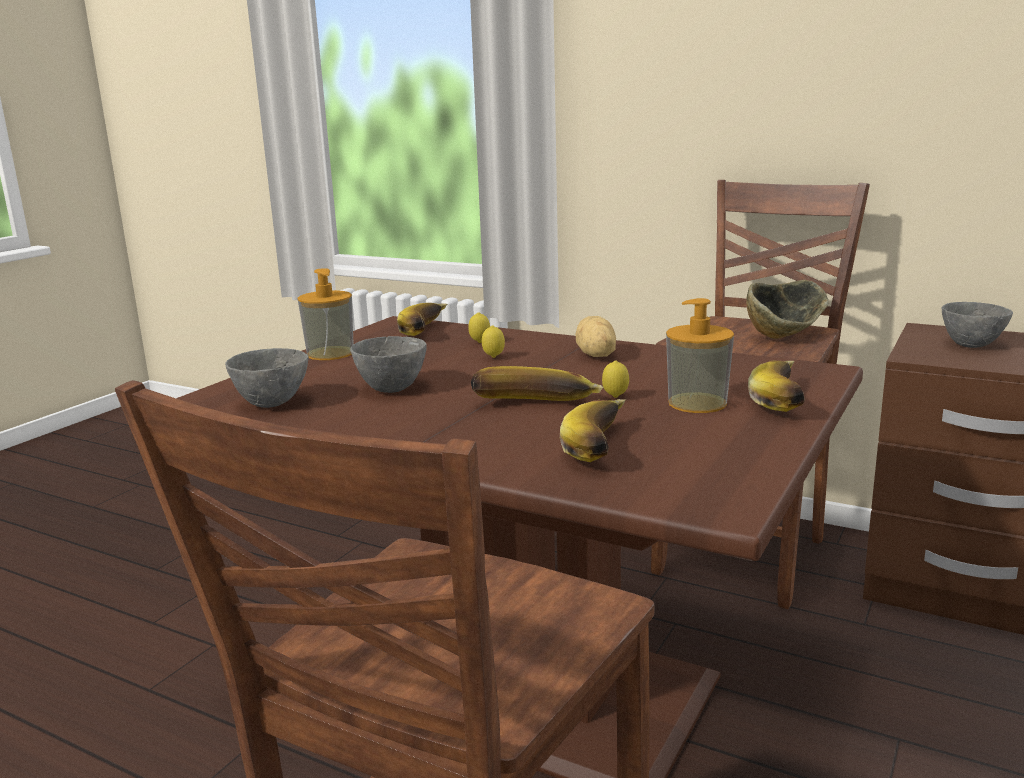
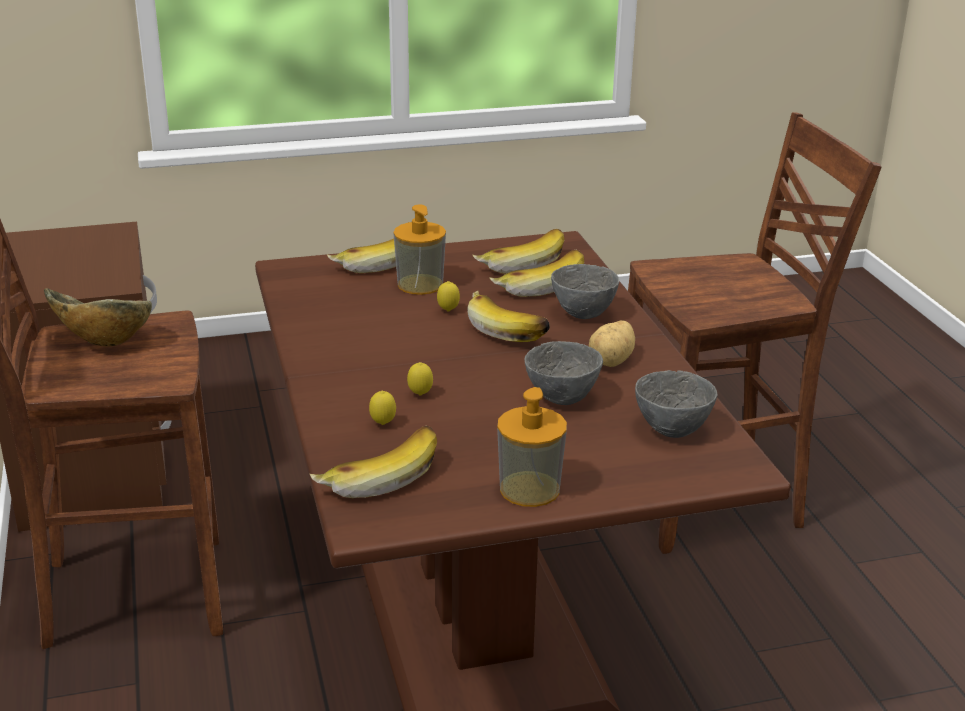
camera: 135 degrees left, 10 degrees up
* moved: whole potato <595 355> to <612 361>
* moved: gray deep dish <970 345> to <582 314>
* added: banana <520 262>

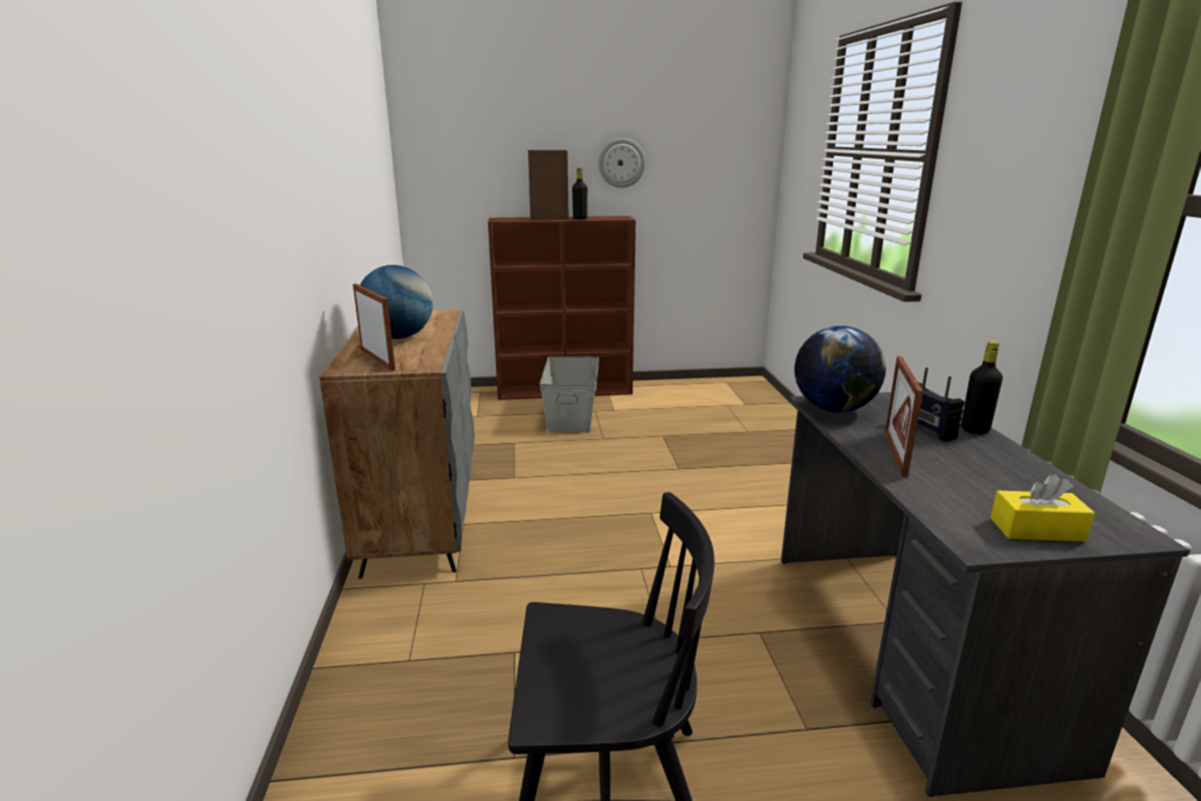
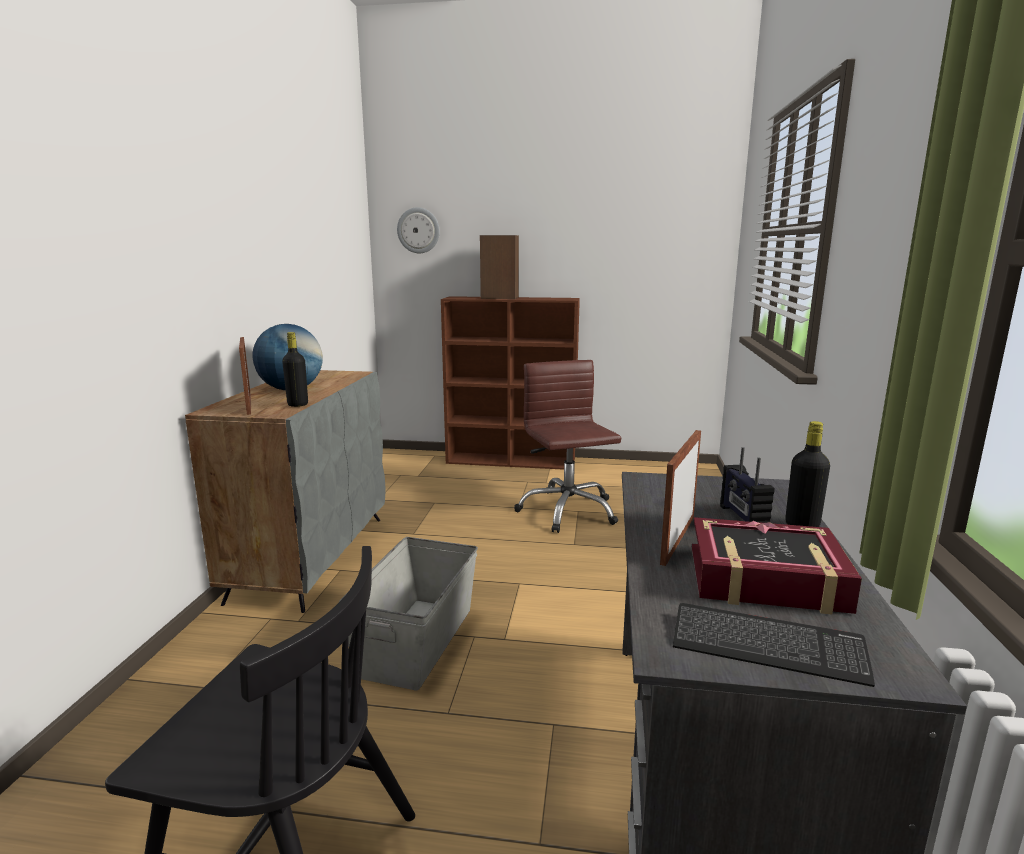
camera: 15 degrees right, 5 degrees down
* moved: gray storage bin <572 415> to <418 640>
* moved: black drink bottle <580 218> to <297 404>
* moved: hanging clock <621 163> to <418 230>
* removed: globe <833 409>
* replaced: yellowish tissue holder <1036 529> to computer keyboard <767 646>
* added: brown-coloured office chair <567 511>
* added: book <765 579>

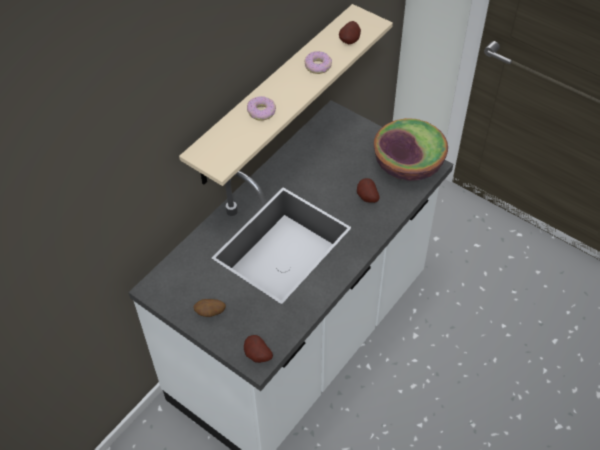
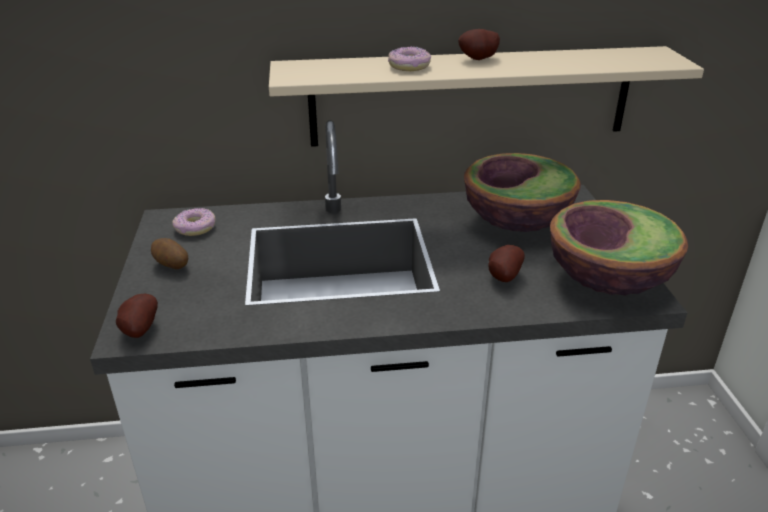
camera: 45 degrees right, 20 degrees down
* moved: ring doughnut <318 66> to <195 228>
* moved: whole potato <350 41> to <479 59>
* added: deep dish <517 220>

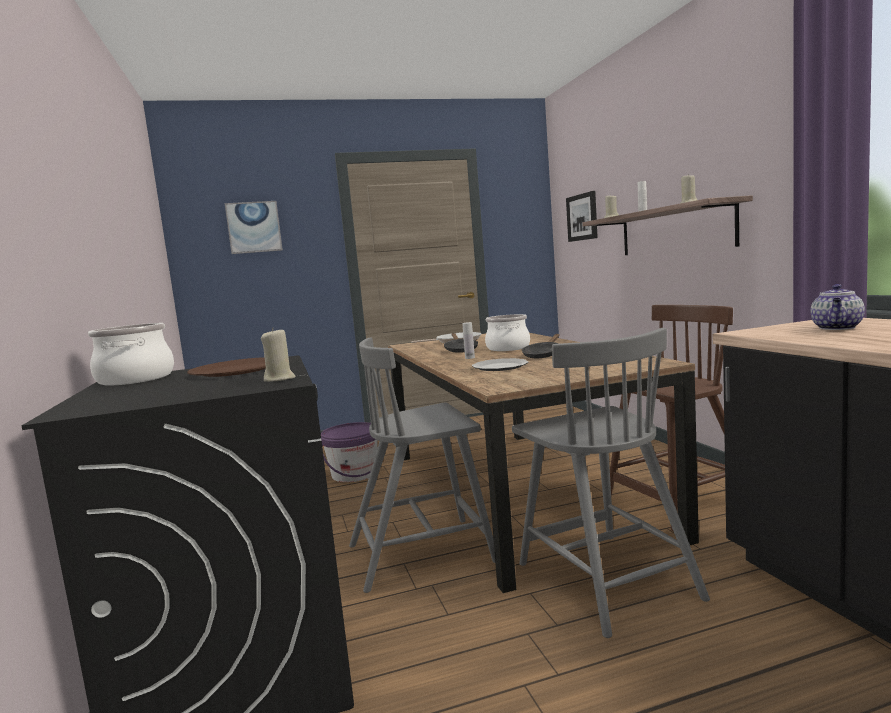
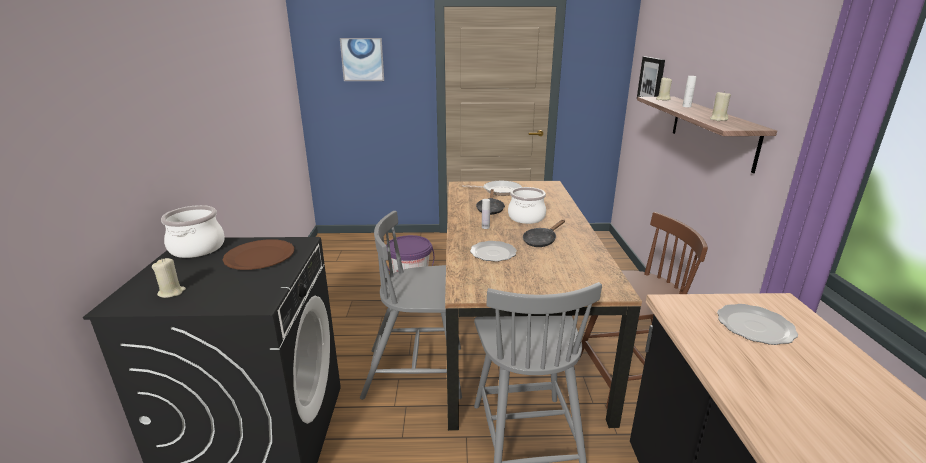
camera: 15 degrees right, 15 degrees up
* moved: sand-coloured wax candle <279 379> to <172 292>
* replaced: teapot <837 328> to flat dish <755 327>

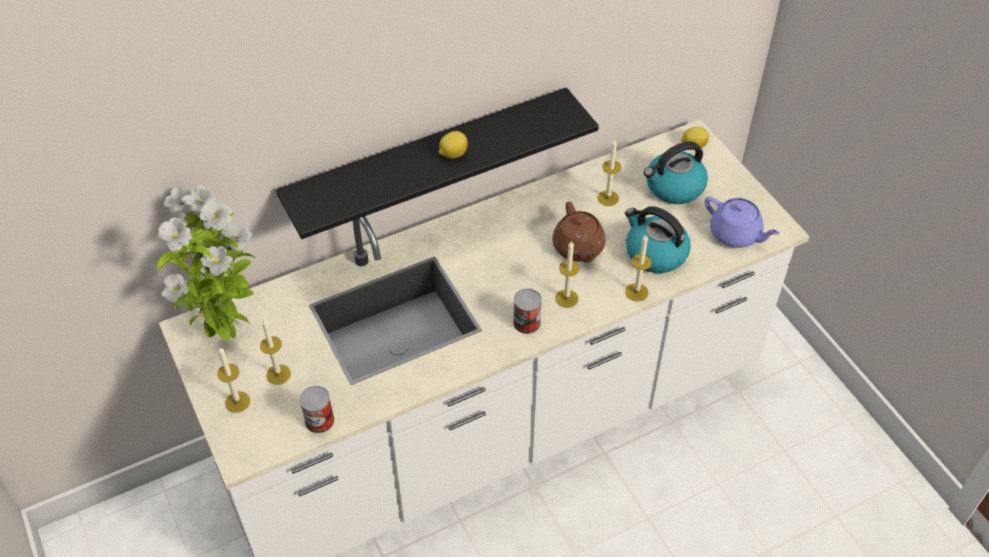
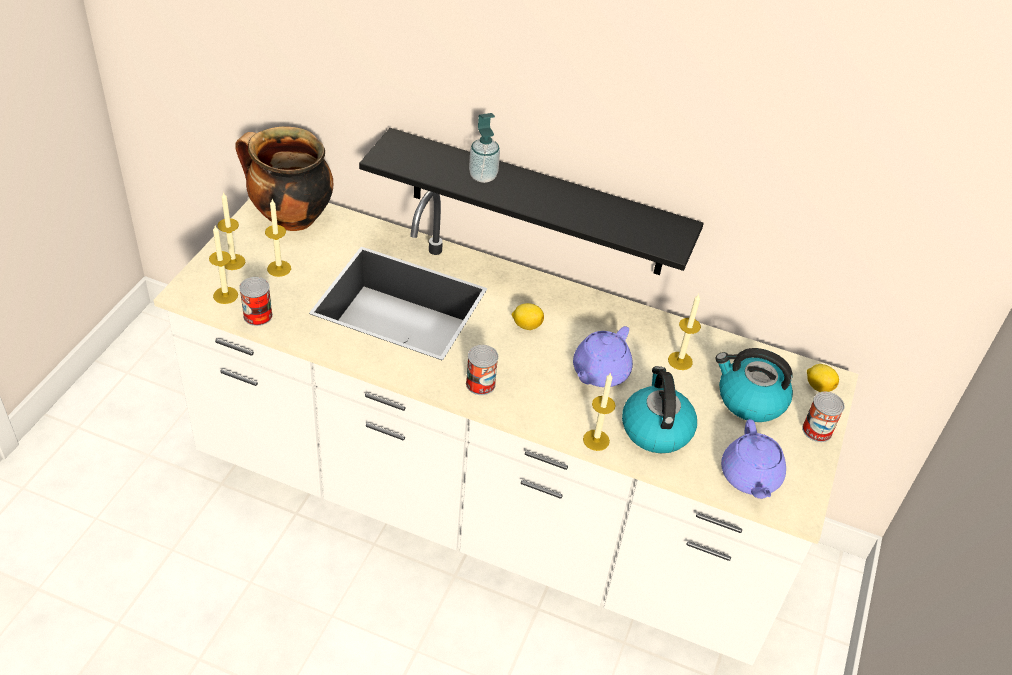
camera: 45 degrees right, 5 degrees down
* replaced: potted plant <225 332> to stockpot <290 218>
* moved: whole lemon <452 154> to <526 325>
* recoloured: brown-coloured teapot <578 248> to purple teapot <599 372>
* moved: wax candle <566 298> to <225 295>
* added: soap dispenser <483 176>
* added: can <817 430>

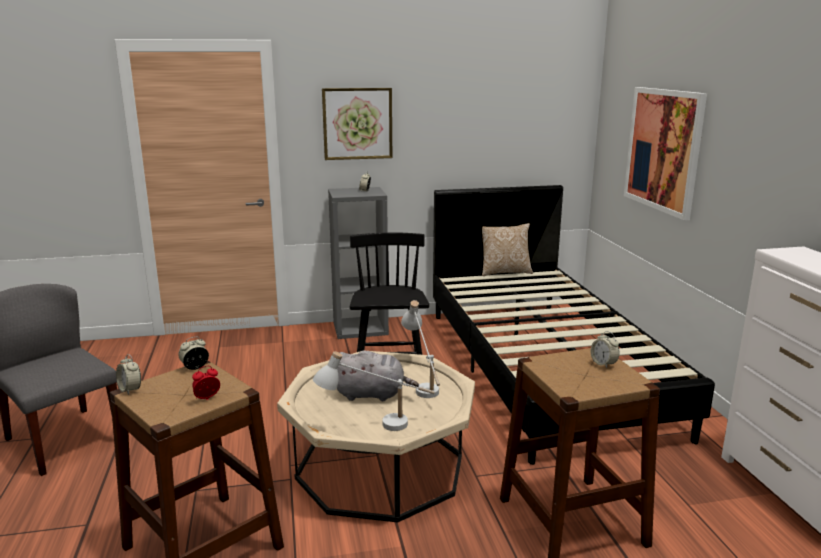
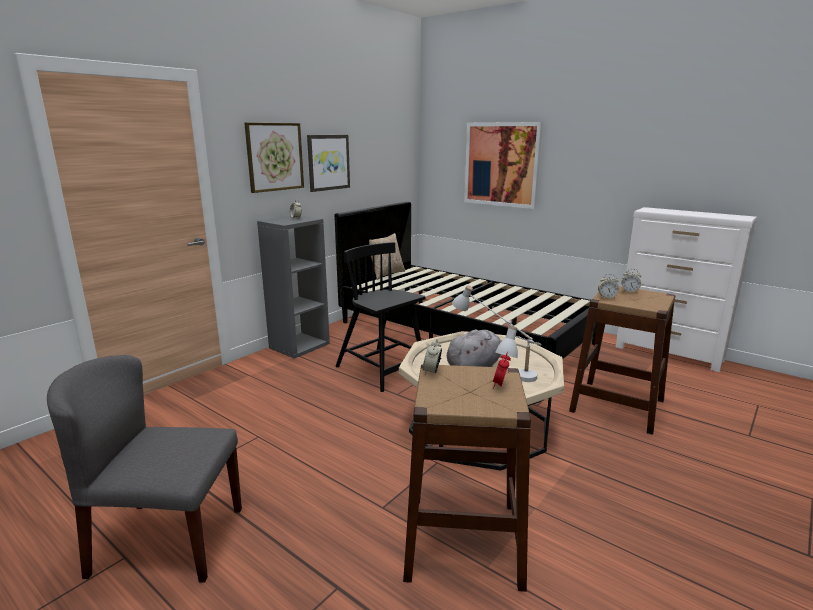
camera: 40 degrees left, 0 degrees up
* moved: alarm clock <130 390> to <607 297>
* added: picture <328 162>

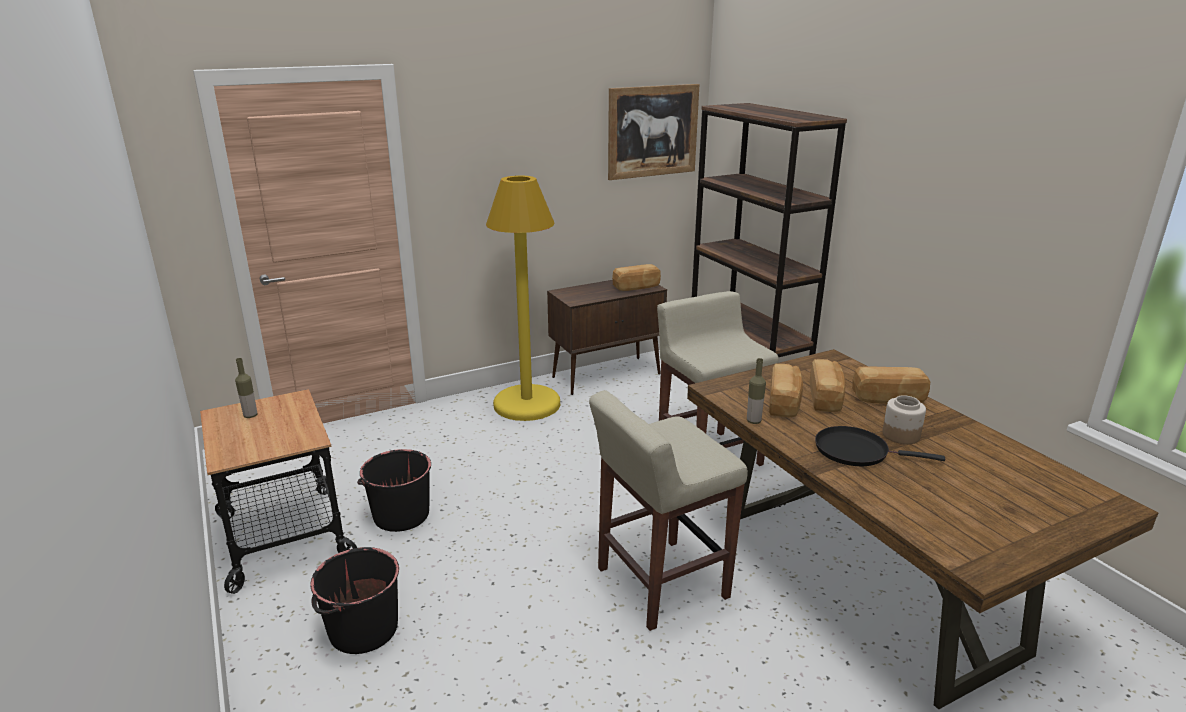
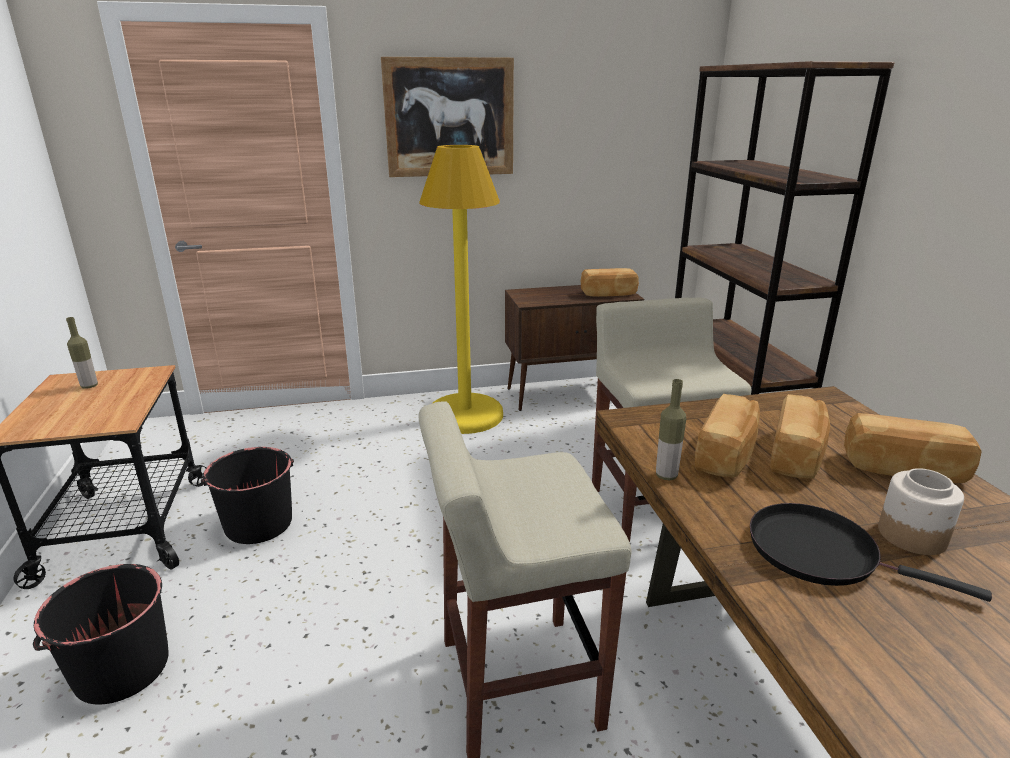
camera: 15 degrees right, 0 degrees up
* moved: picture <652 131> to <449 118>

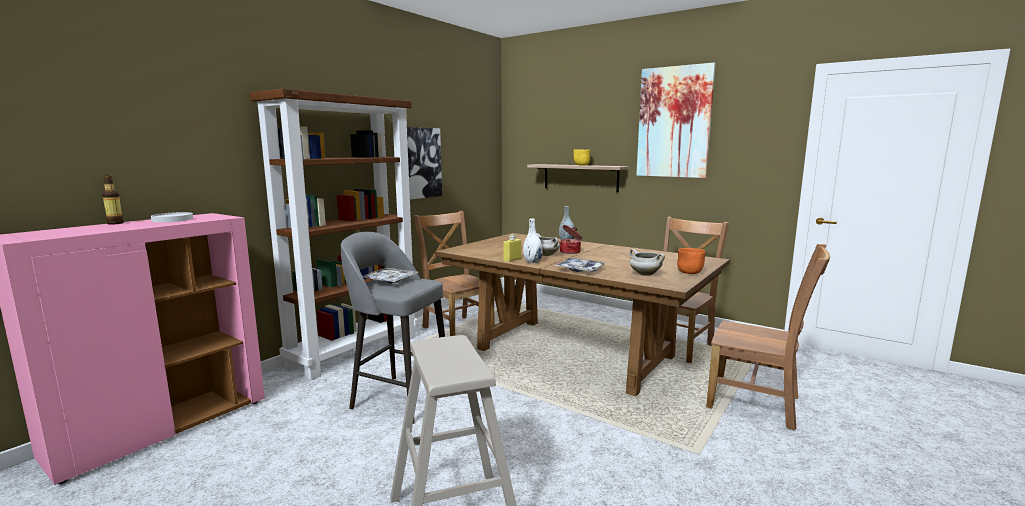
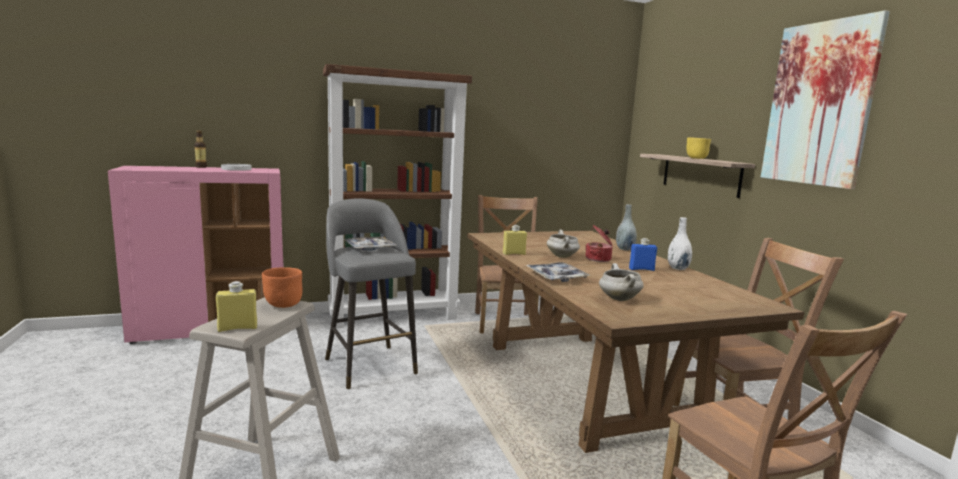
camera: 35 degrees right, 0 degrees up
* removed: picture <422 163>
* moved: whitish decorative vase <532 262> to <678 268>
* moved: orangey deep dish <690 273> to <283 305>
* added: yellowish drink bottle <237 328>
* added: blue-coloured drink bottle <641 269>

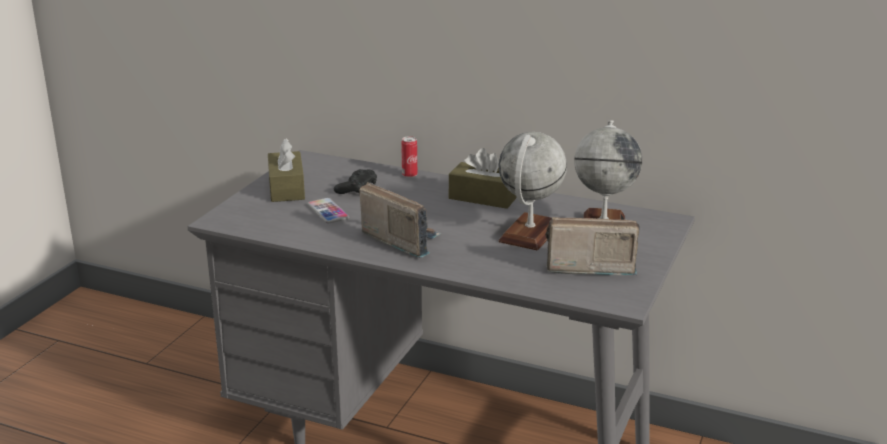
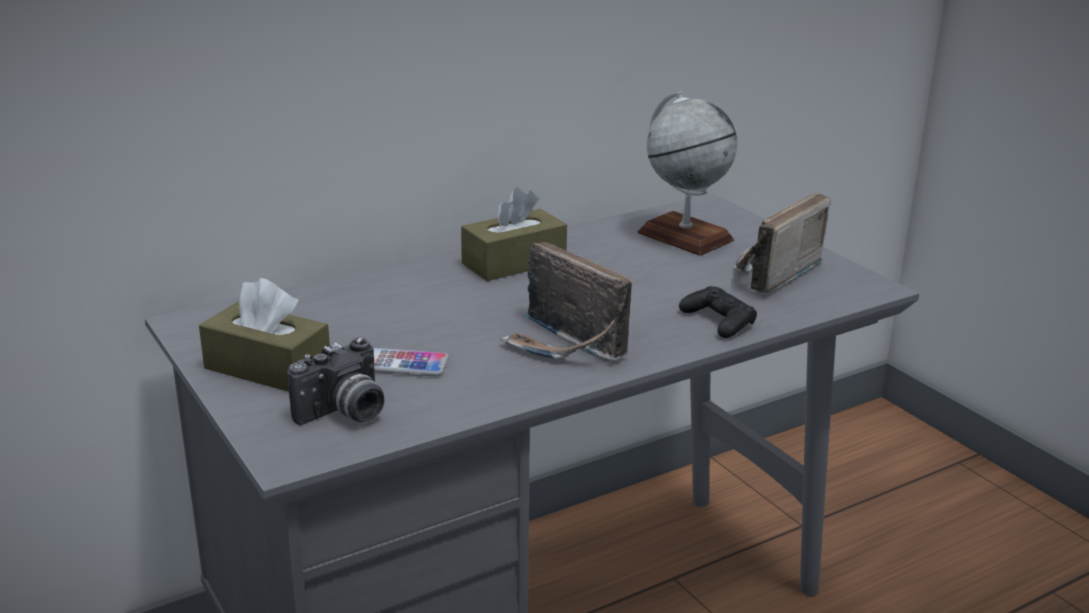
camera: 55 degrees left, 0 degrees up
* moved: black game controller <356 188> to <718 321>
* turned: radio <401 240> = <563 346> 120 degrees counterclockwise
* removed: can <409 175>
* removed: globe <529 233>
* added: still camera <345 414>

